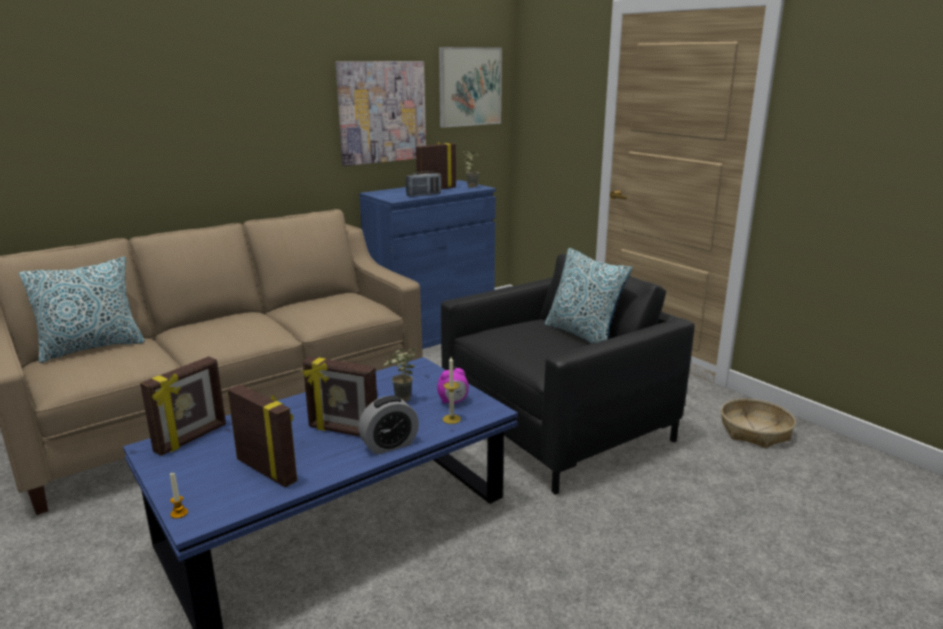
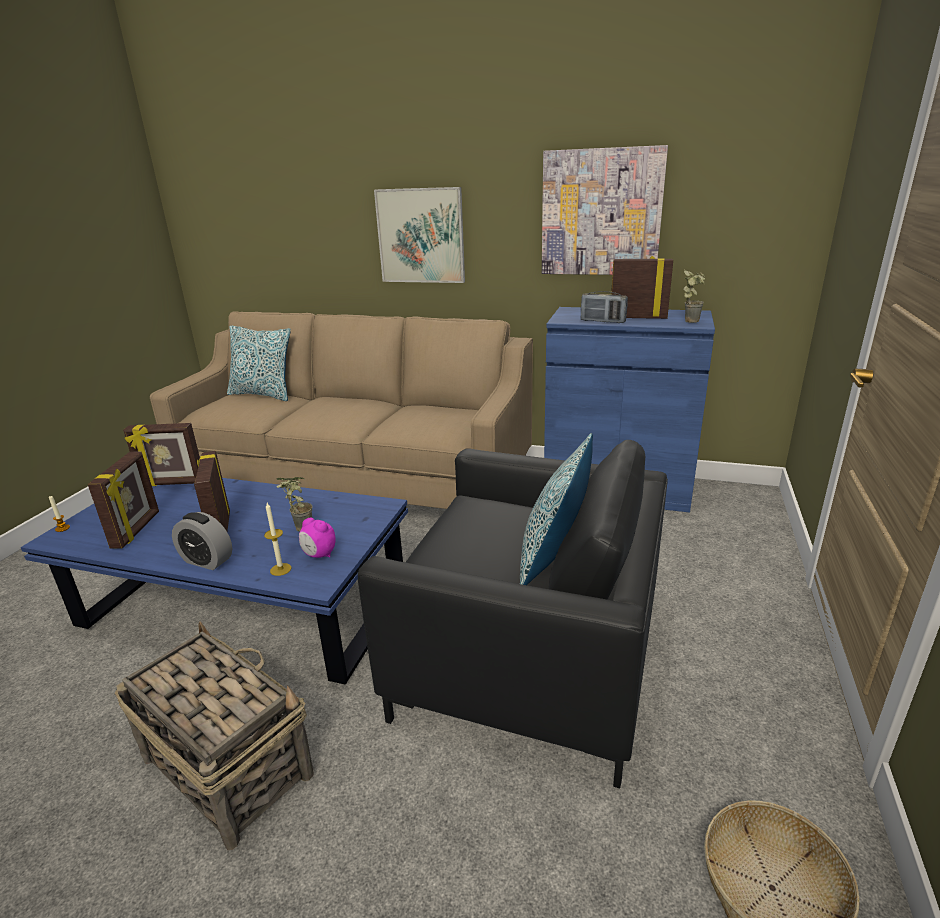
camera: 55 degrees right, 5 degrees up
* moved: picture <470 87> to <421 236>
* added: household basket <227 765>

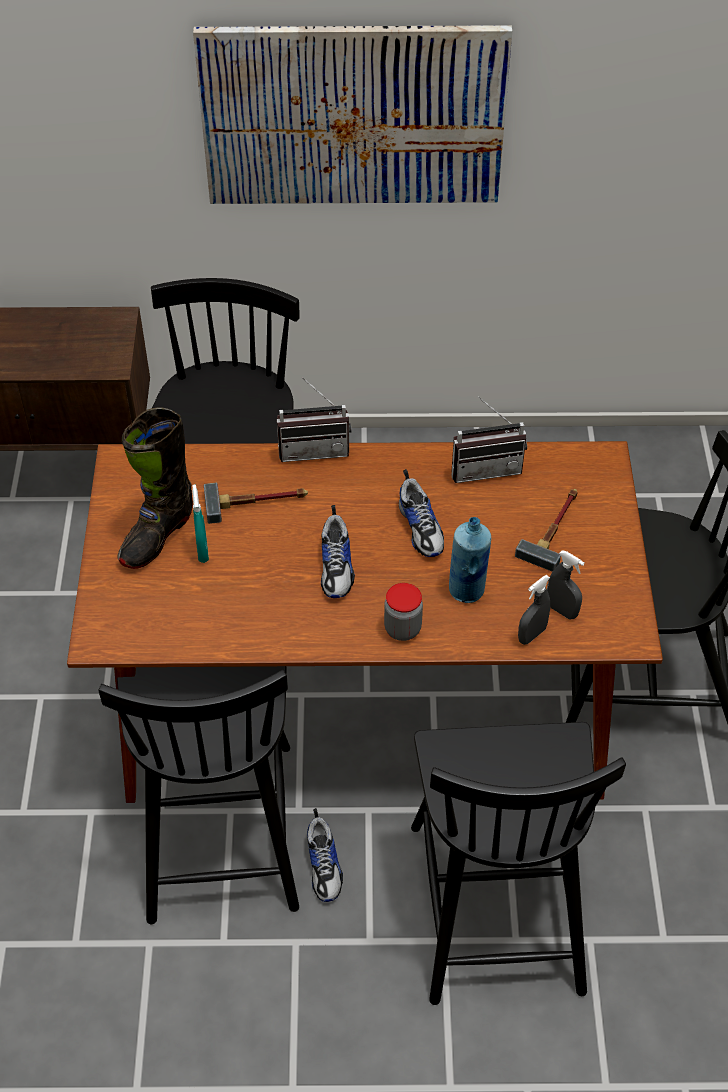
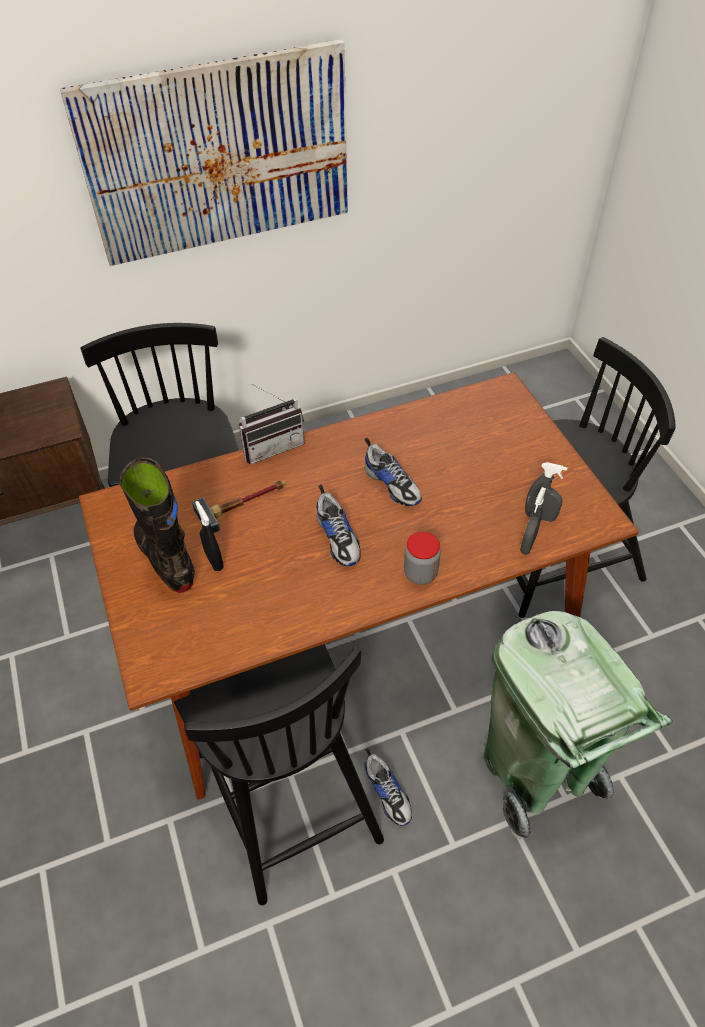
camera: 20 degrees left, 0 degrees up
* turned: black tall boot <157 535> = <166 559> 135 degrees clockwise
* recoloured: turquoise-coloured hand sprayer <202 551> to black hand sprayer <214 560>
* replaced: black plain chair <496 902> to greenish trash can <535 772>
* removed: blue-coloured drink bottle <467 590>
* removed: radio <485 467>
* removed: hand hammer <554 529>

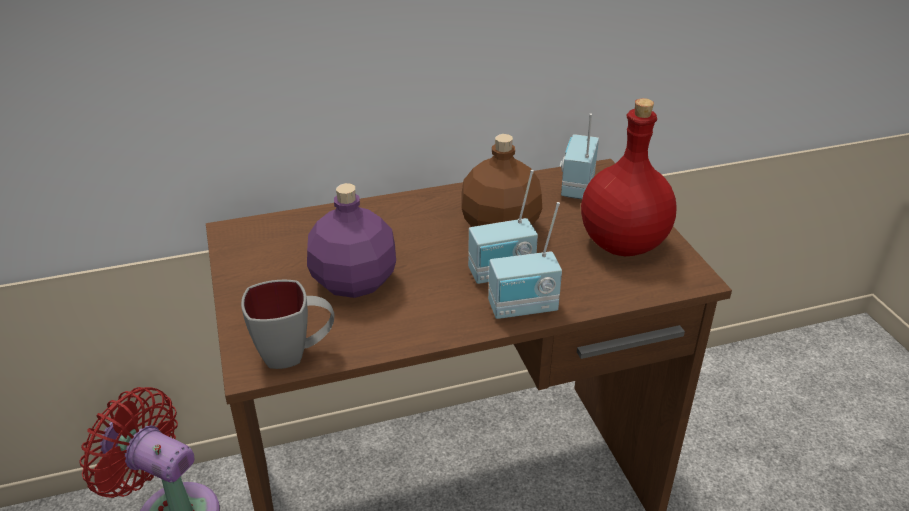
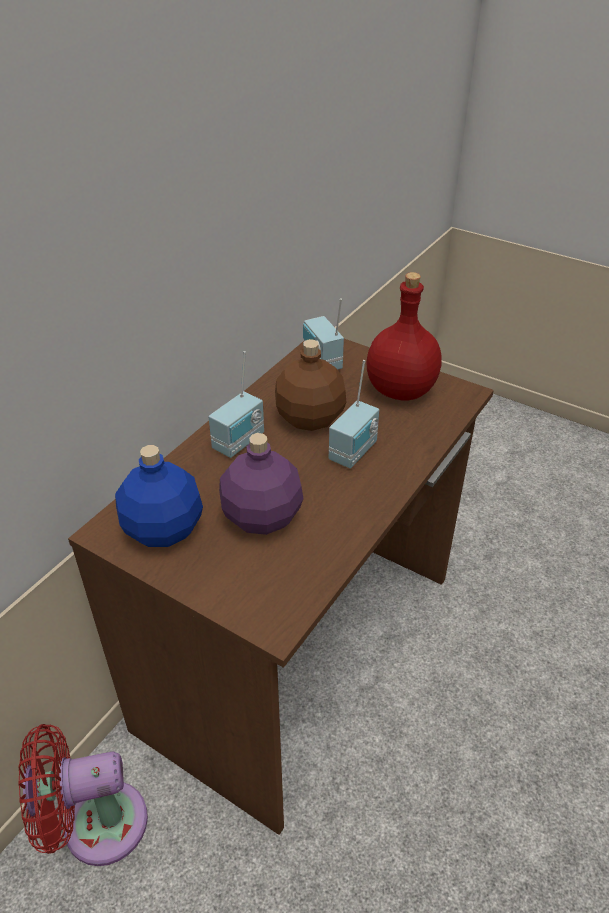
camera: 40 degrees left, 5 degrees up
* removed: gray tea mug <295 354>
* moved: radio <523 309> to <240 442>
* added: blue-coloured drink bottle <164 528>

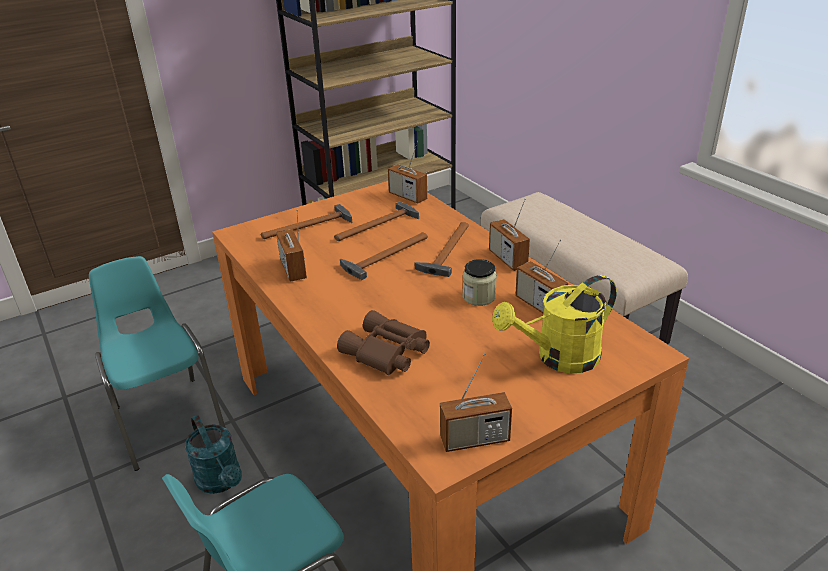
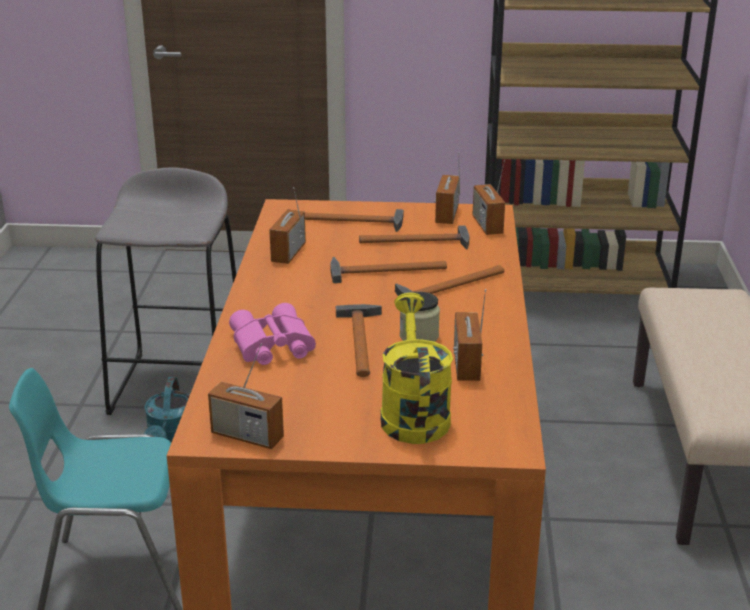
camera: 35 degrees right, 5 degrees down
* replaced: turquoise-coloured plain chair <168 420> to gray stool <180 385>
* recoloured: brown-coloured pair of binoculars <386 353> to pink-coloured pair of binoculars <271 346>
* moved: radio <507 259> to <446 215>
* turned: yellowish watering can <558 358> = <413 413> 75 degrees clockwise
* added: hand hammer <360 339>

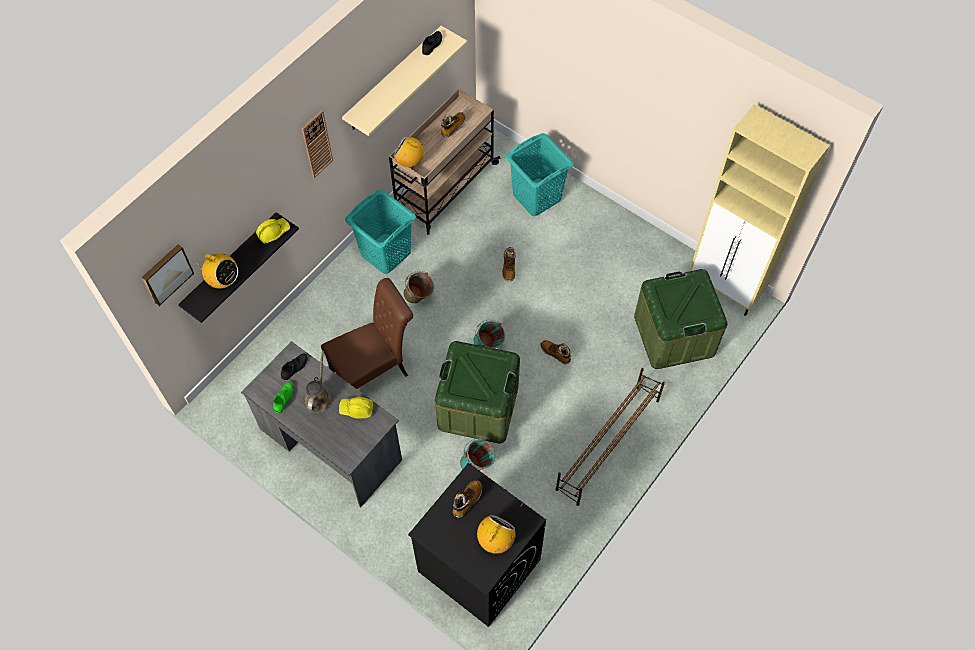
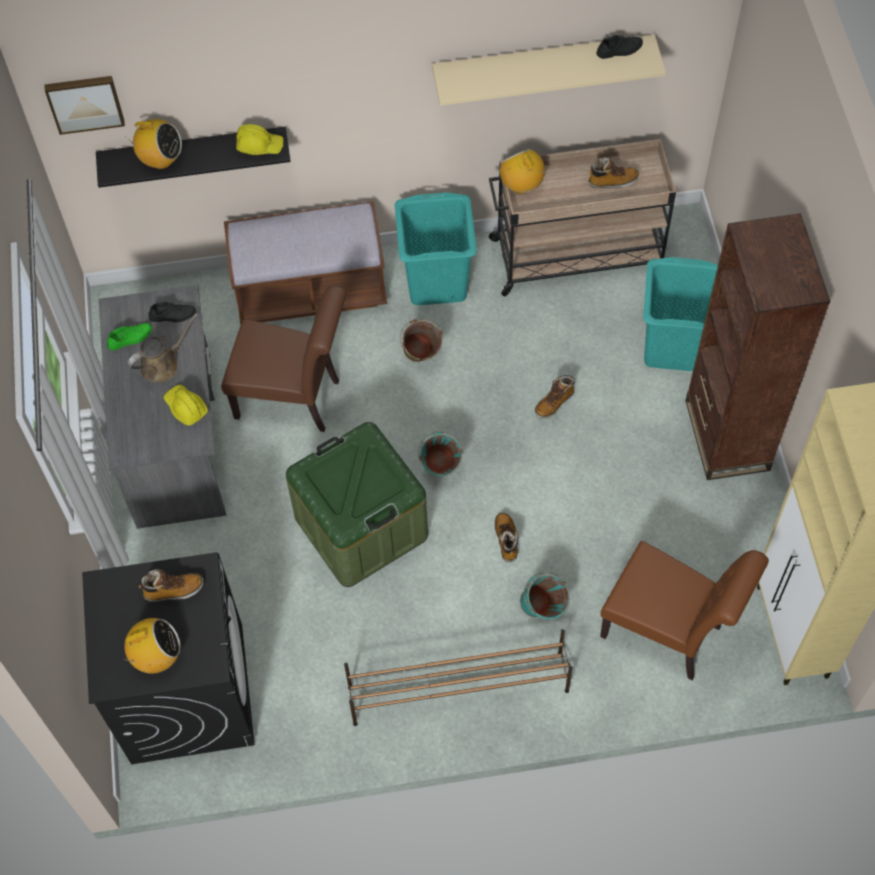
camera: 45 degrees right, 0 degrees up
* turned: radio <223 280> = <161 160> 60 degrees counterclockwise
* removed: hanging clock <316 144>
* moved: turquoise-coloured water bucket <478 466> to <543 612>
* replaced: greenish storage bin <674 335> to brown-coloured plain chair <668 634>
* added: brown-coloured indoor bench <310 290>
* added: brown-coloured bookcase <726 435>

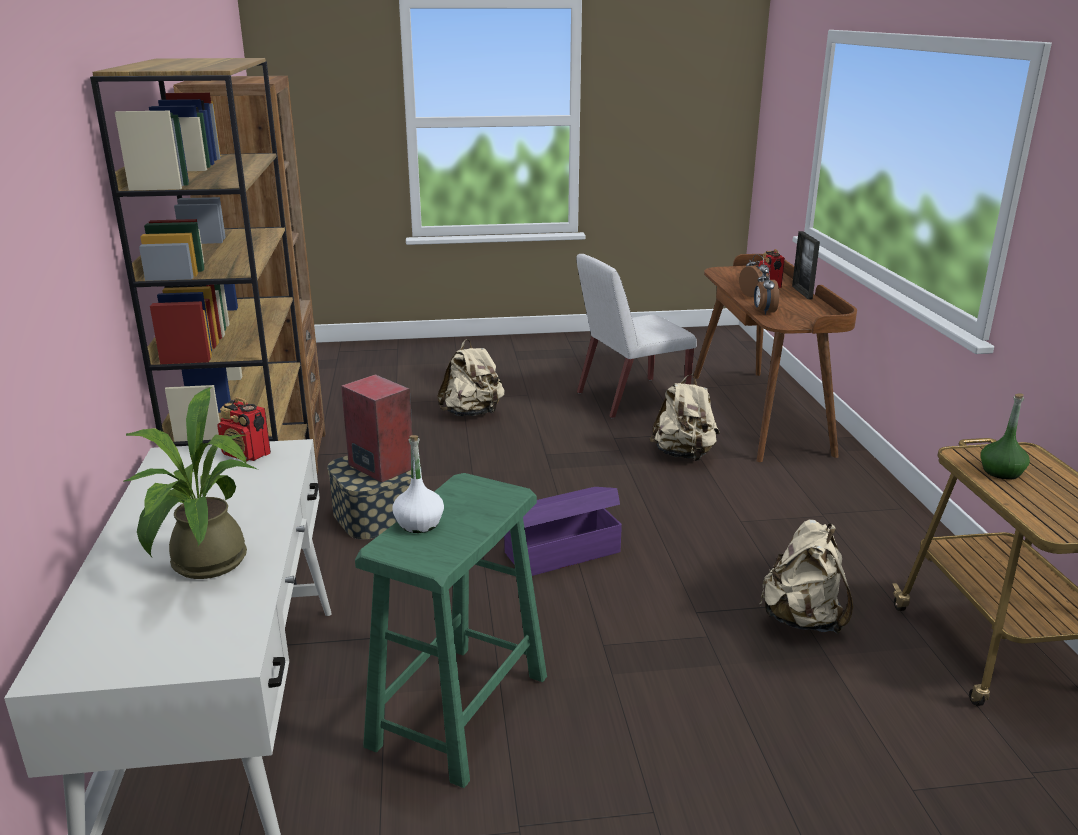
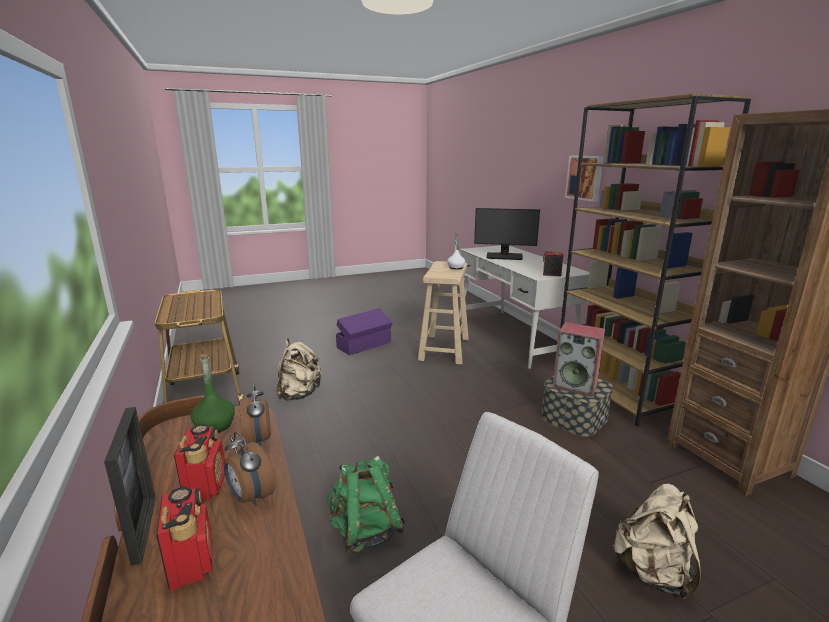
camera: 165 degrees right, 5 degrees down
* replaced: potted plant <203 567> to computer screen <504 256>
* recoloured: greenish stool <458 711> to sand-coloured stool <444 349>
* moved: purple storage bin <560 552> to <365 345>
* recoloured: sand-coloured knapsack <684 455> to greenish knapsack <365 532>
* moved: greenish drink bottle <1001 472> to <215 426>
* added: radio <206 486>
* added: picture <585 177>

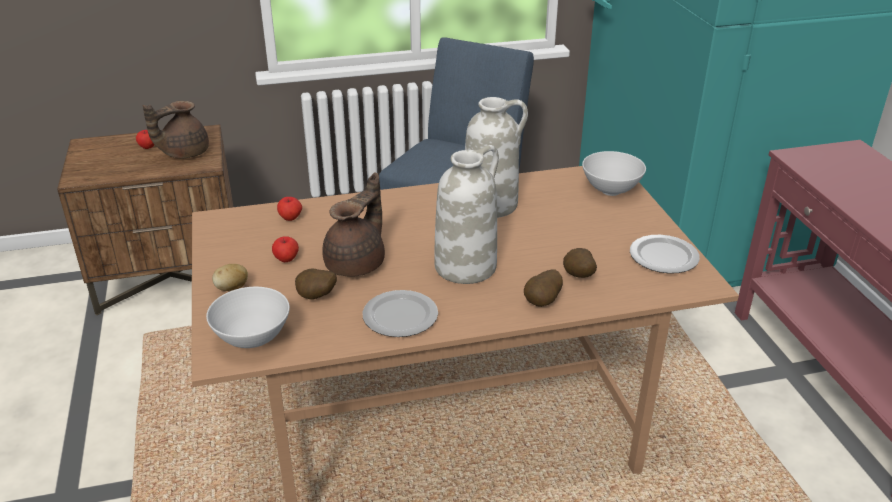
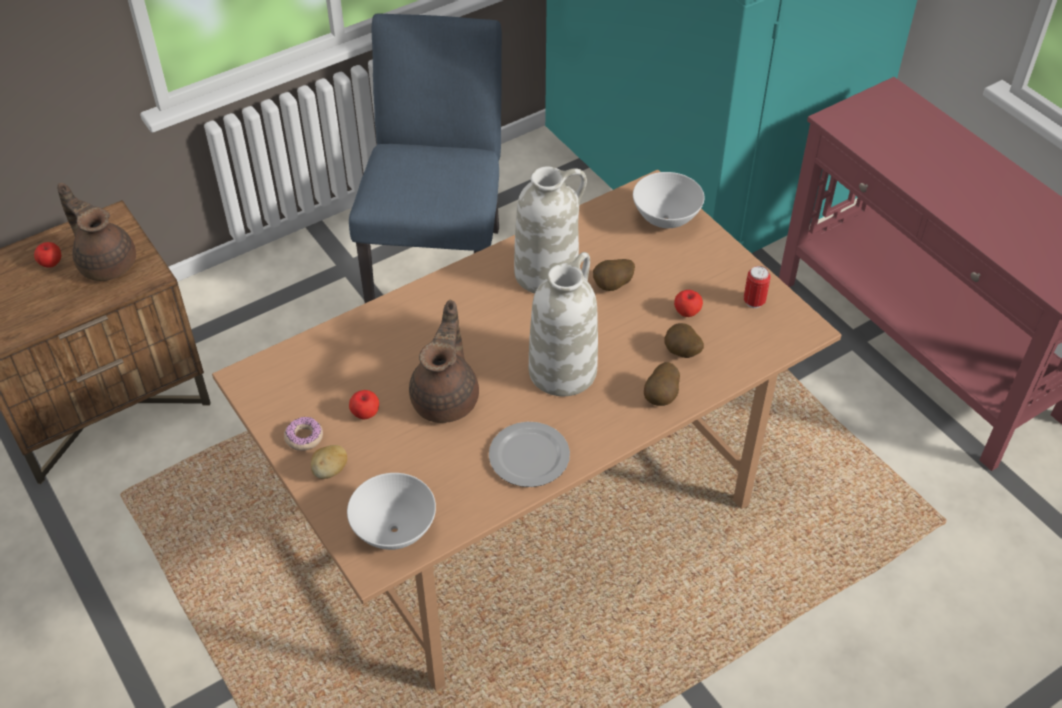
camera: 20 degrees left, 15 degrees up
* turned: brown-coloured teapot <183 153> = <106 262> 105 degrees clockwise
* moved: whole apple <290 218> to <687 312>
* moved: whole potato <316 297> to <613 286>
* replaced: flat dish <663 256> to can <754 302>
* added: ring doughnut <304 437>

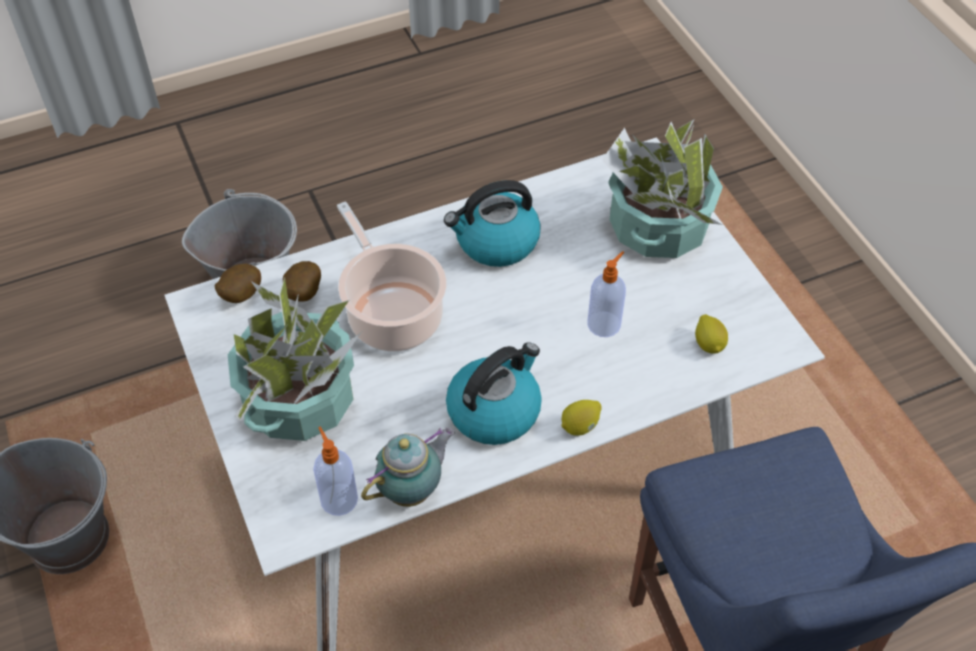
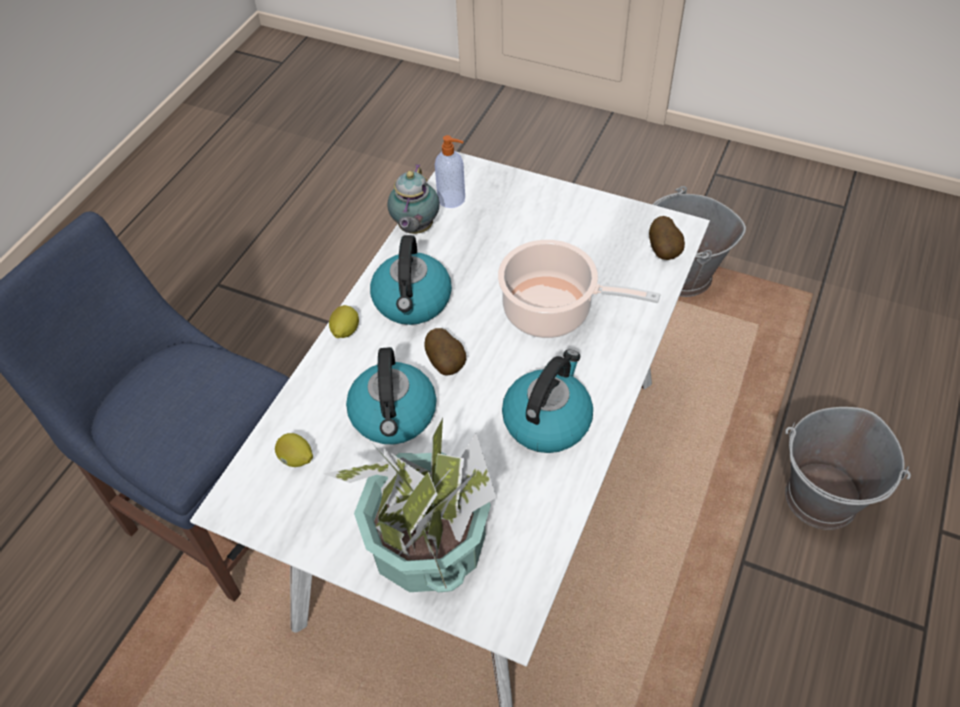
camera: 140 degrees right, 0 degrees up
* removed: potted plant <299 400>
* moved: whole potato <302 294> to <447 363>
* replaced: soap dispenser <604 323> to tea kettle <394 416>

